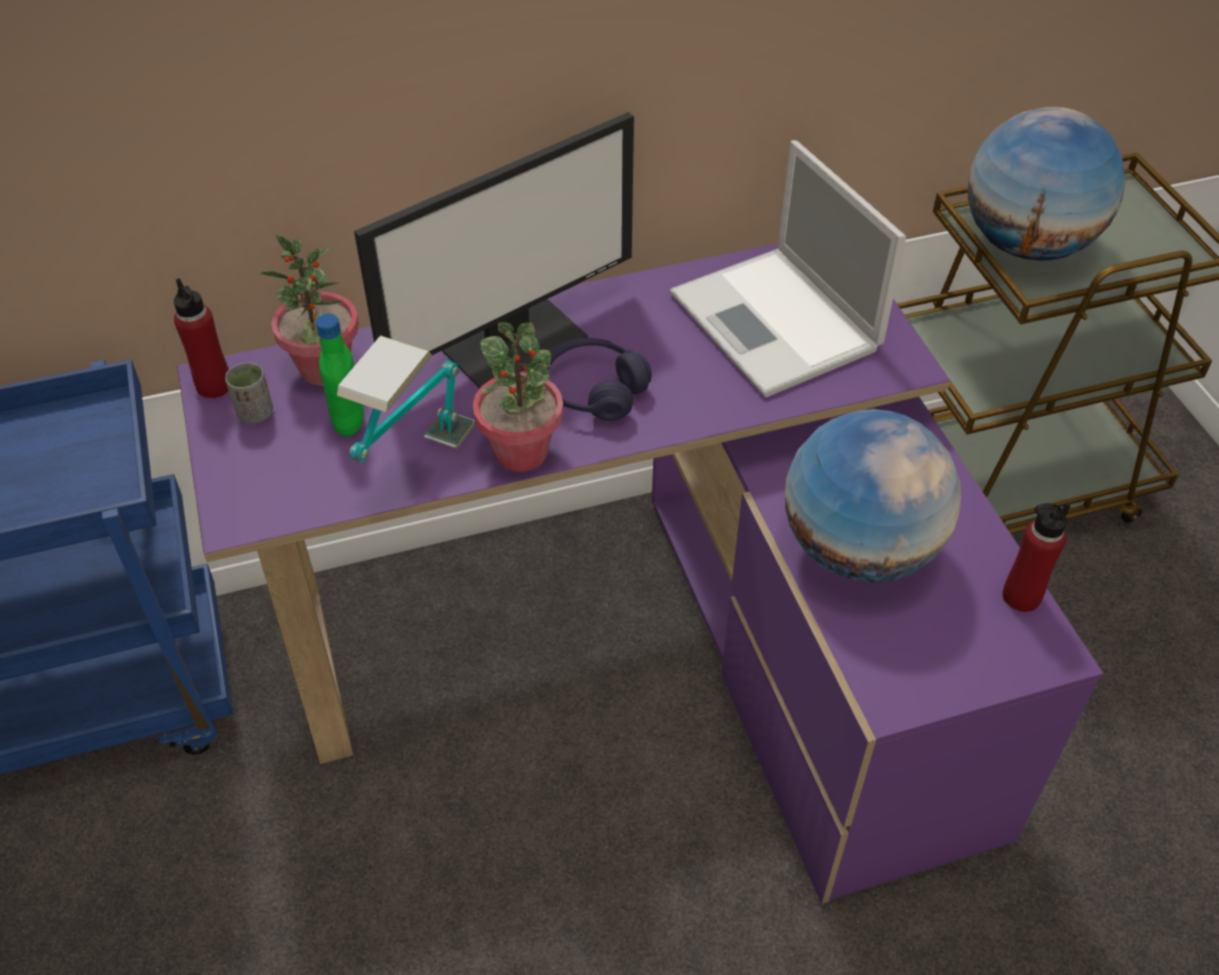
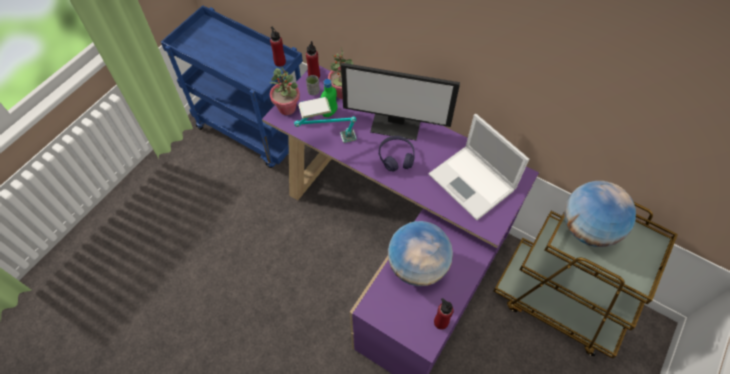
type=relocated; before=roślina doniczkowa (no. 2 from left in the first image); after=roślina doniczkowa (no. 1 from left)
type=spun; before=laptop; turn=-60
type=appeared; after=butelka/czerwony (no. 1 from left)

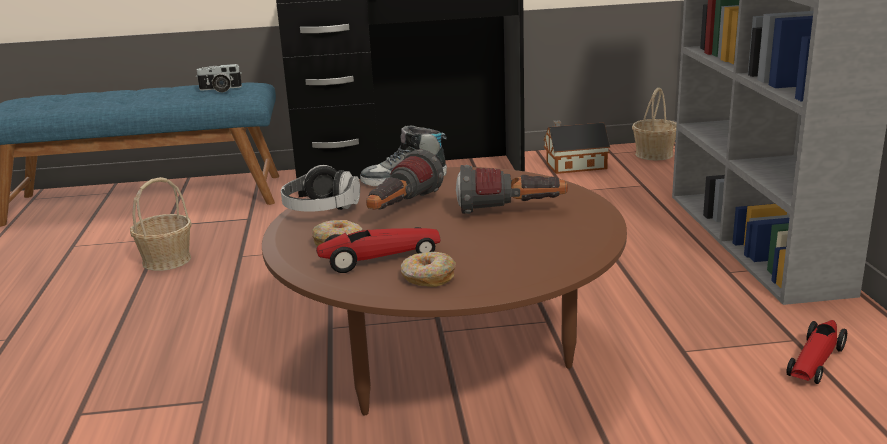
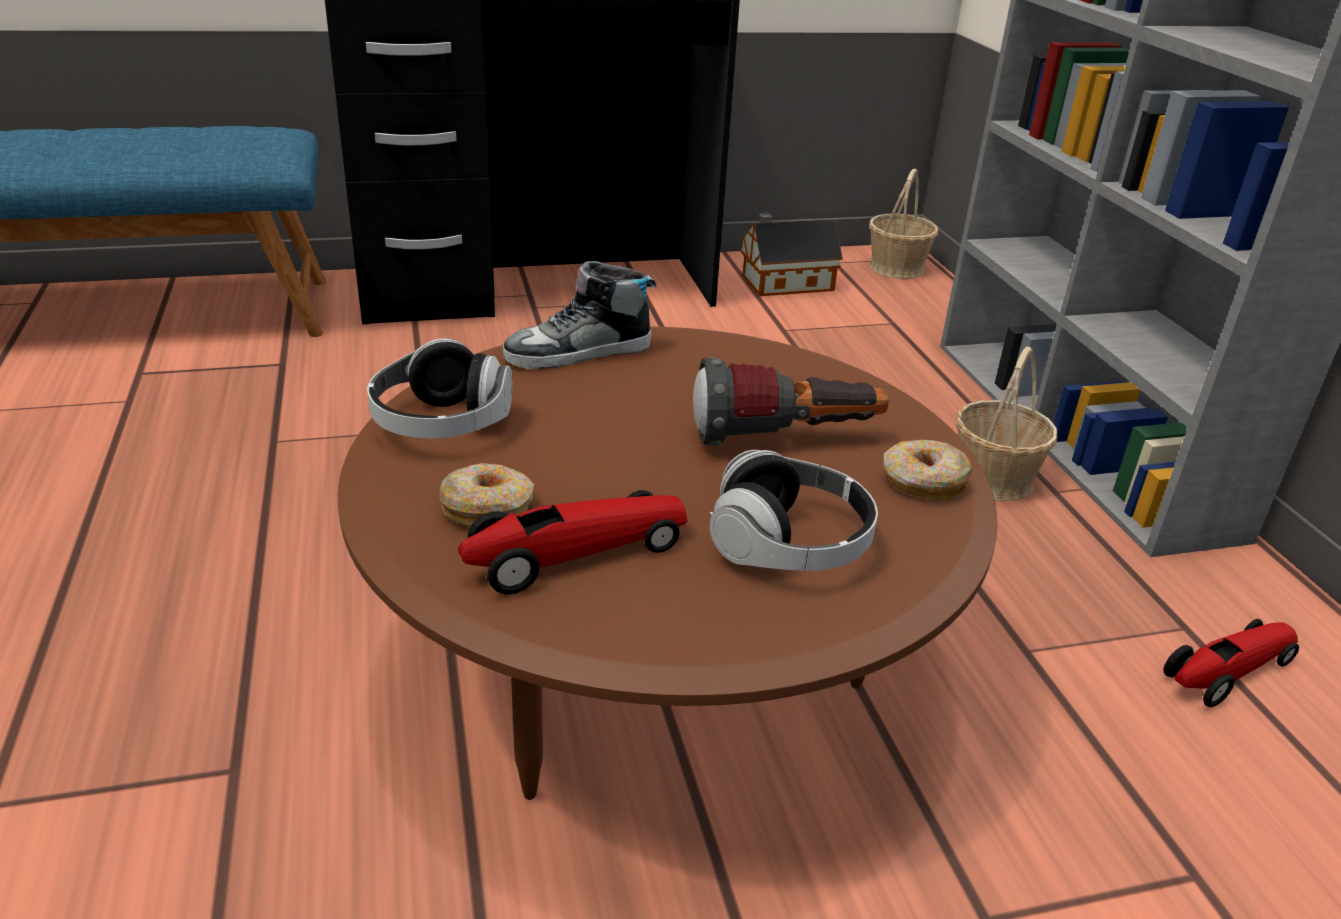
type=relocated; before=koszyk (no. 1 from left in the first image); after=koszyk (no. 2 from left)
type=missing; before=aparat fotograficzny
type=missing; before=latarka (no. 1 from left)
type=relocated; before=donut (no. 2 from left)
type=spun; before=samochodzik (no. 2 from left); turn=-150
type=appeared; after=słuchawki (no. 2 from left)

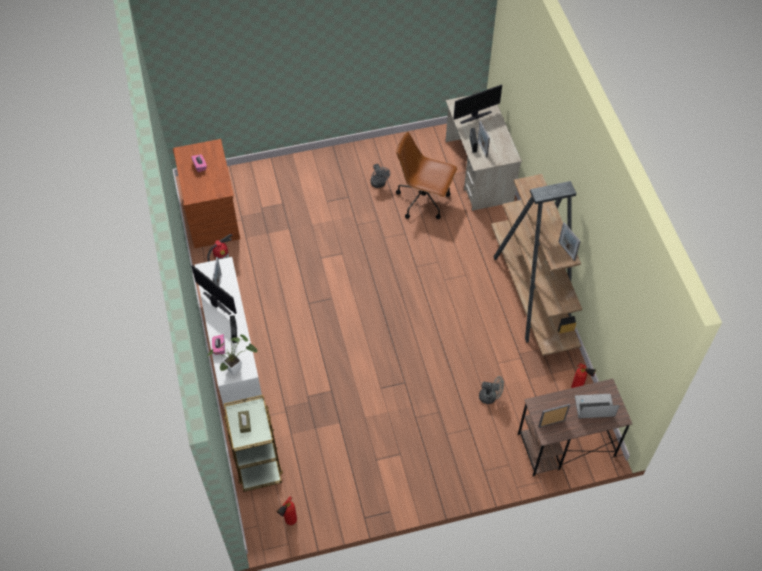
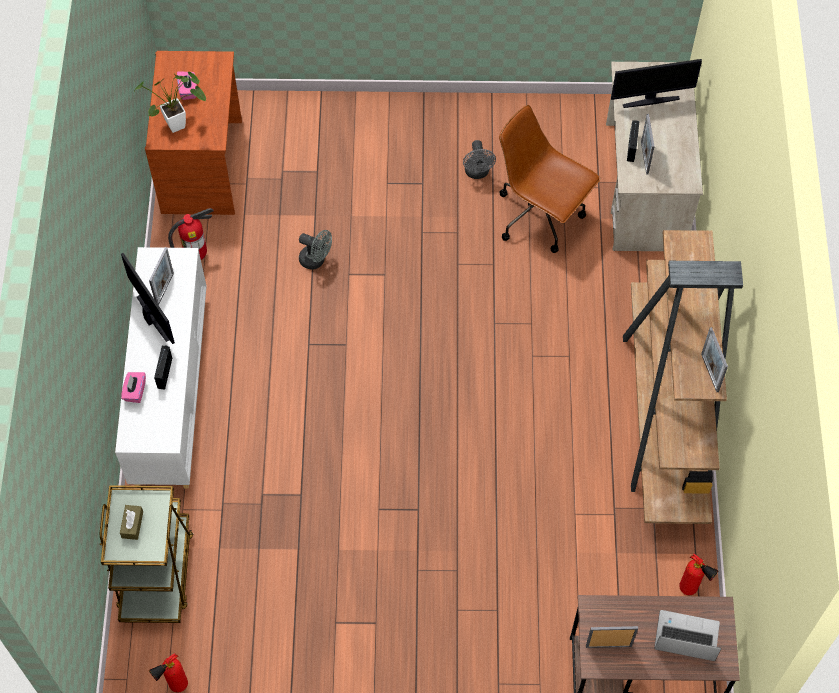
type=relocated; before=roślina doniczkowa
type=relocated; before=wentylator/szary (no. 2 from left in the first image); after=wentylator/szary (no. 1 from left)

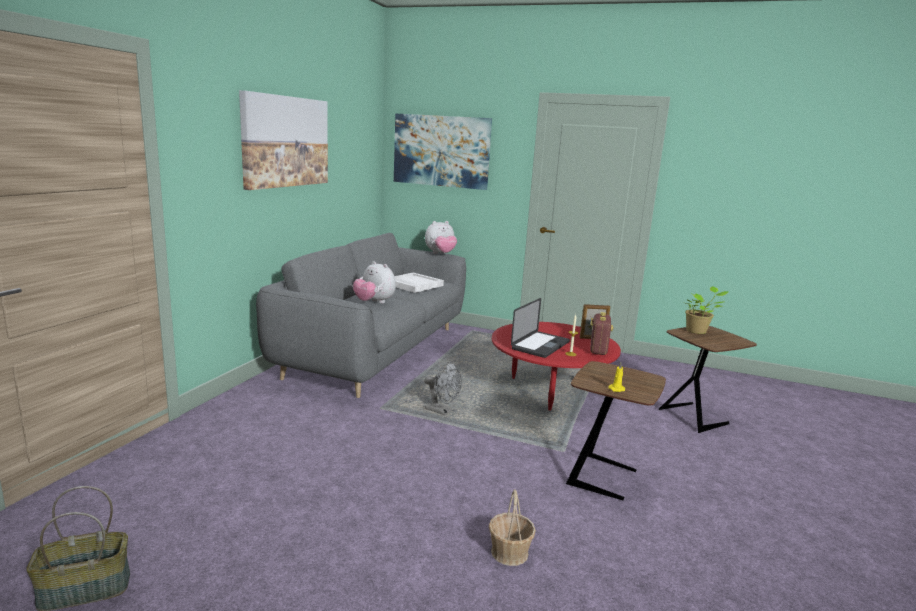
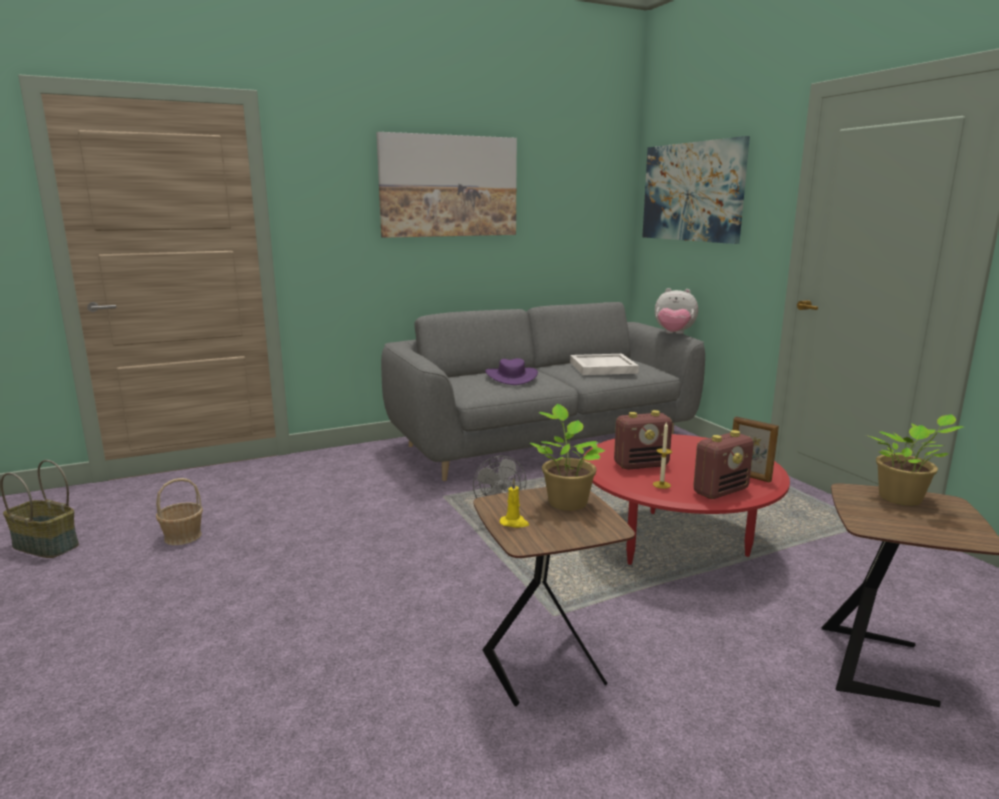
type=exchanged; before=pluszak (no. 1 from left); after=kapelusz/fioletowy
type=relocated; before=koszyk (no. 2 from left)
type=exchanged; before=laptop; after=radio (no. 1 from left)
type=appeared; after=roślina doniczkowa (no. 1 from left)

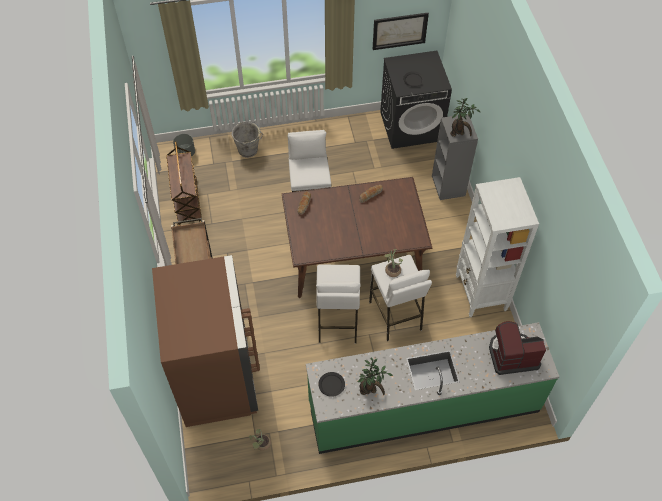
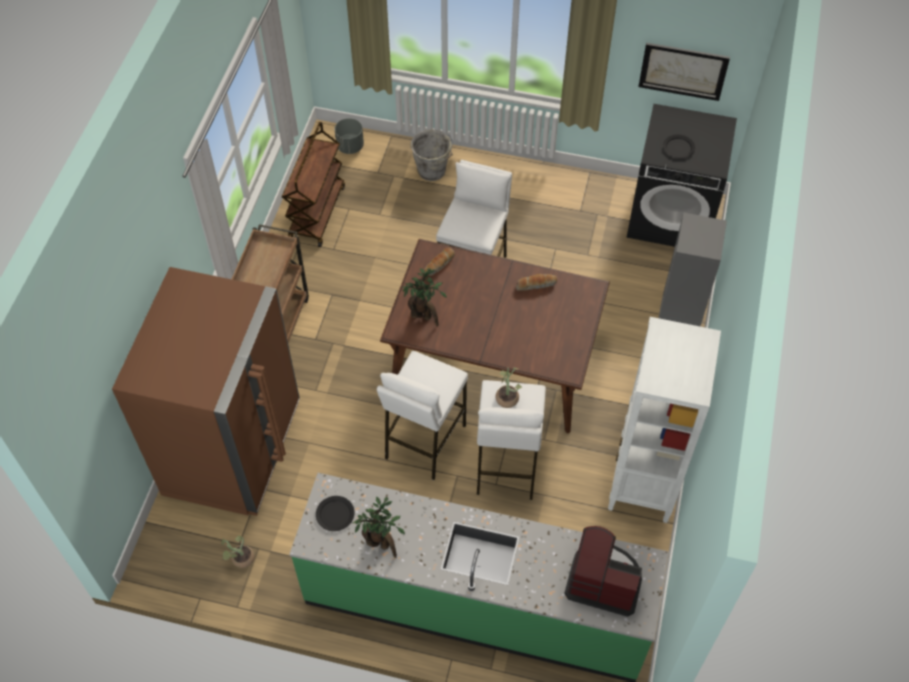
type=relocated; before=roślina doniczkowa (no. 4 from left in the first image); after=roślina doniczkowa (no. 3 from left)

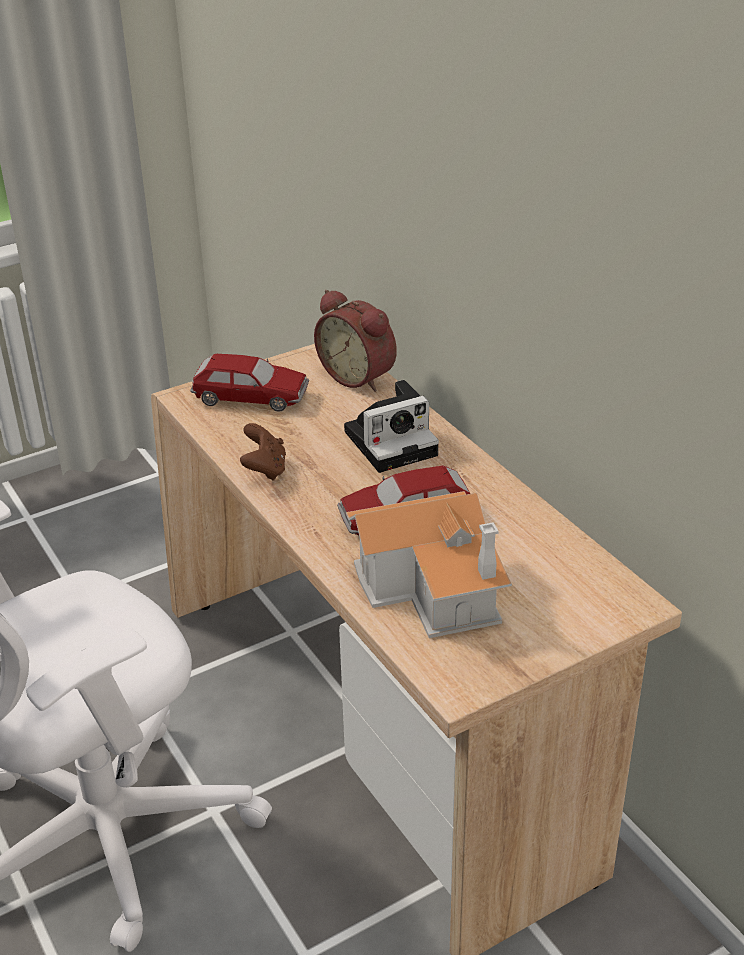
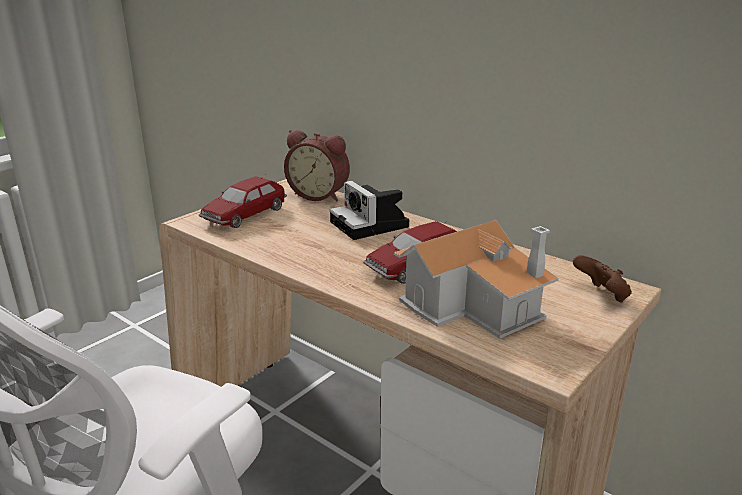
type=spun; before=samochodzik (no. 1 from left); turn=135
type=relocated; before=pad do gier/brązowy
type=spun; before=aparat fotograficzny; turn=105

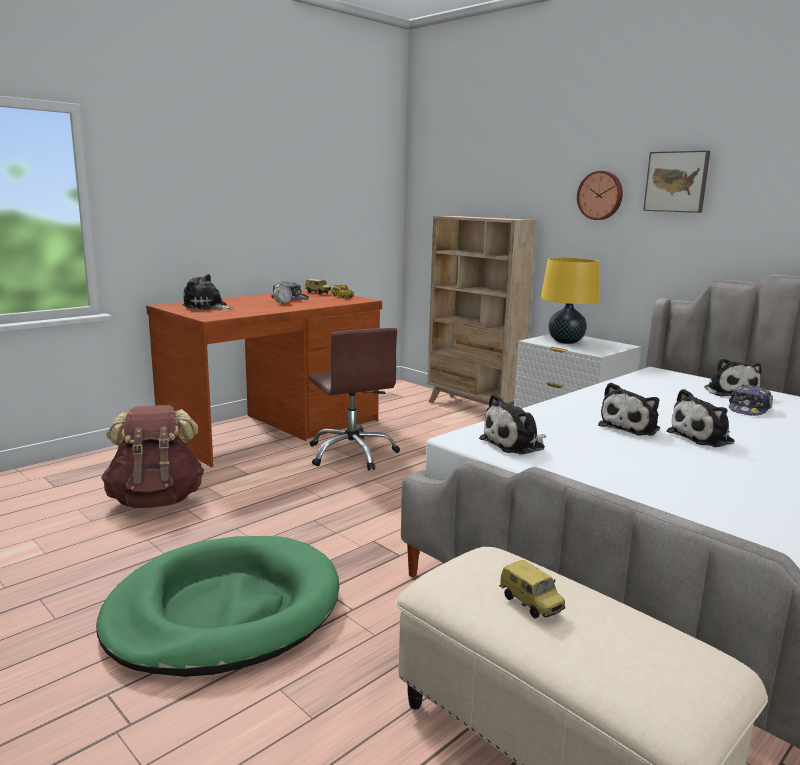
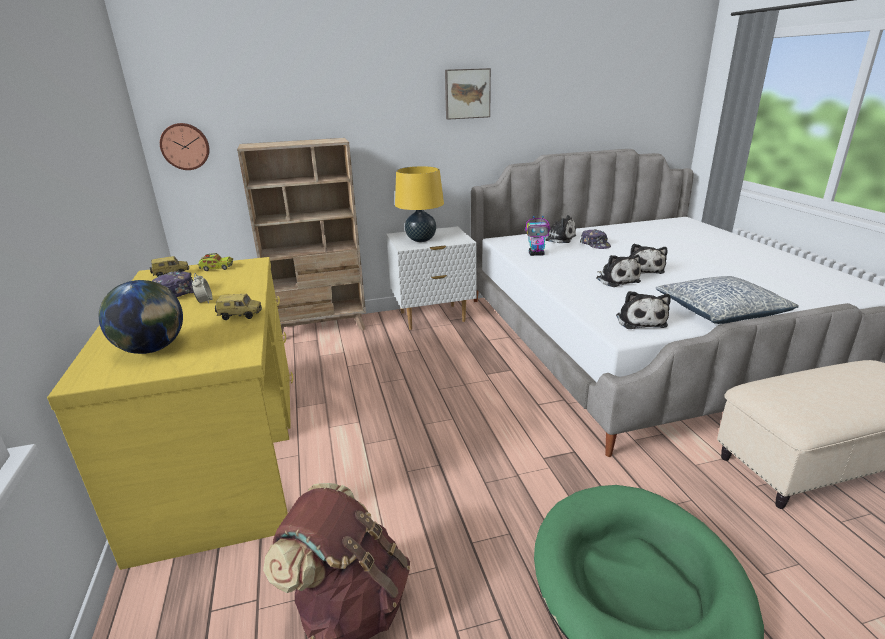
type=colour; before=biurko/brązowy; after=biurko/żółty
type=exchanged; before=pluszak (no. 1 from left); after=globus
type=missing; before=krzesło biurowe/brązowy
type=relocated; before=samochodzik (no. 2 from left)
type=relocated; before=zegar ścienny
type=appeared; after=robot zabawkowy
type=appeared; after=poduszka

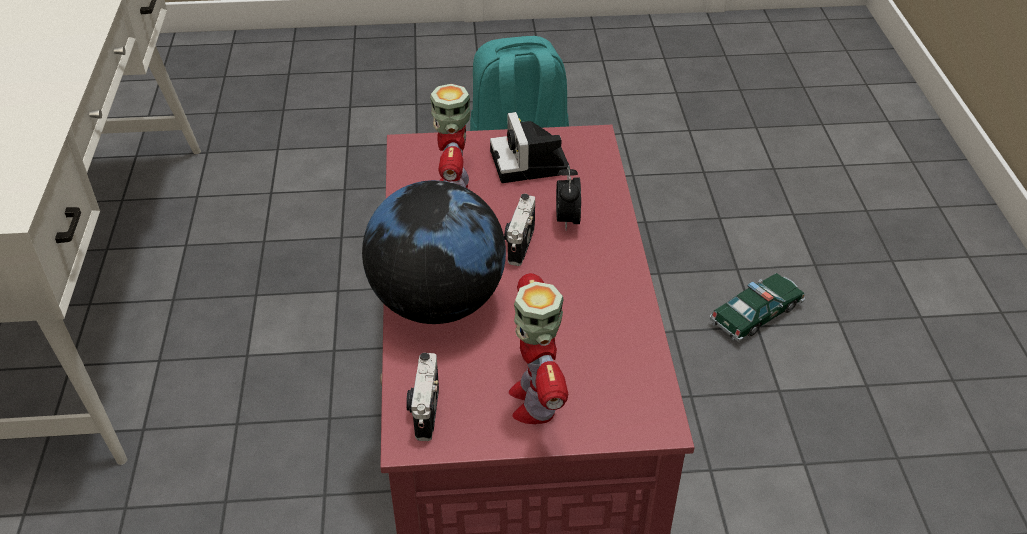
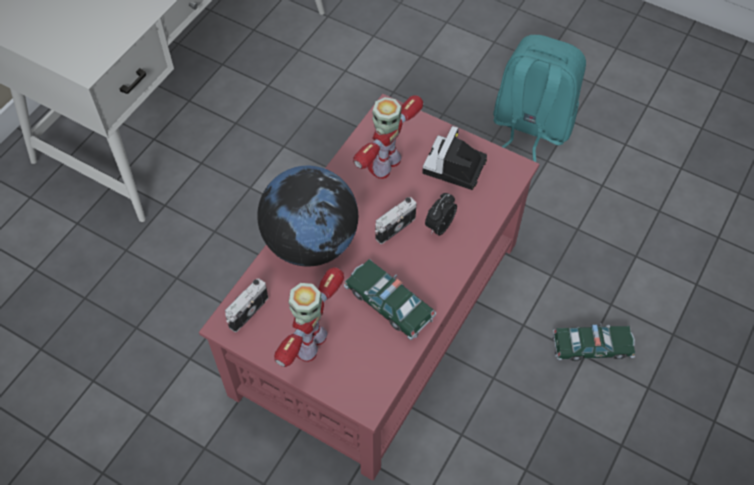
type=appeared; after=samochodzik (no. 1 from left)

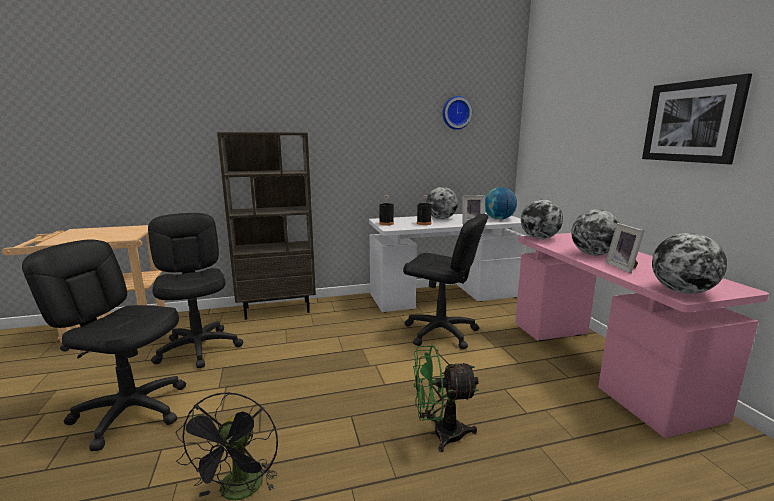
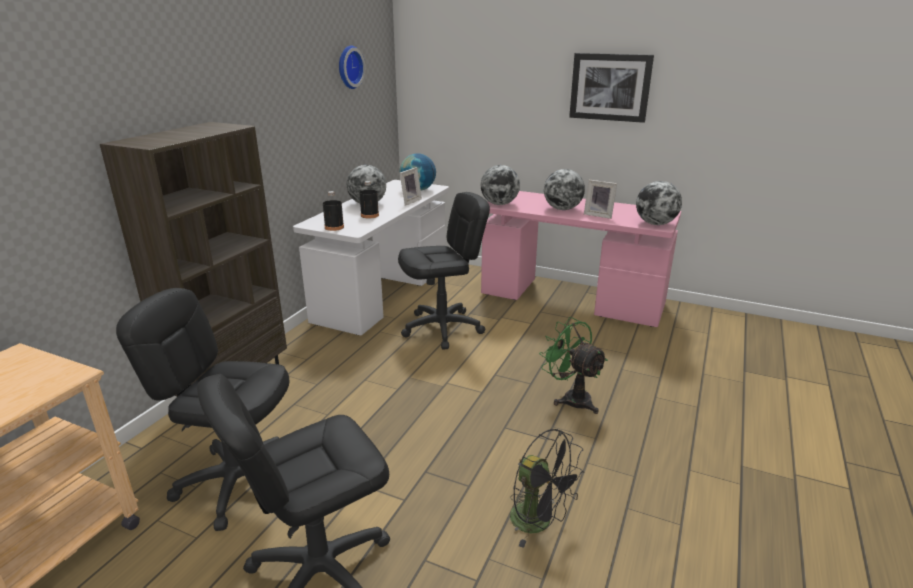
type=spun; before=wentylator/zielony; turn=105

